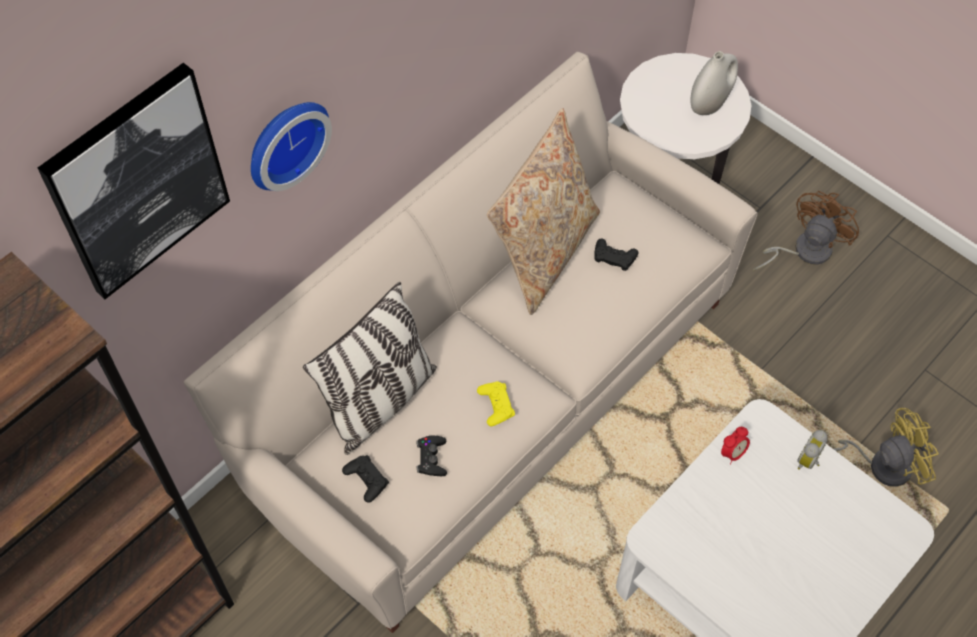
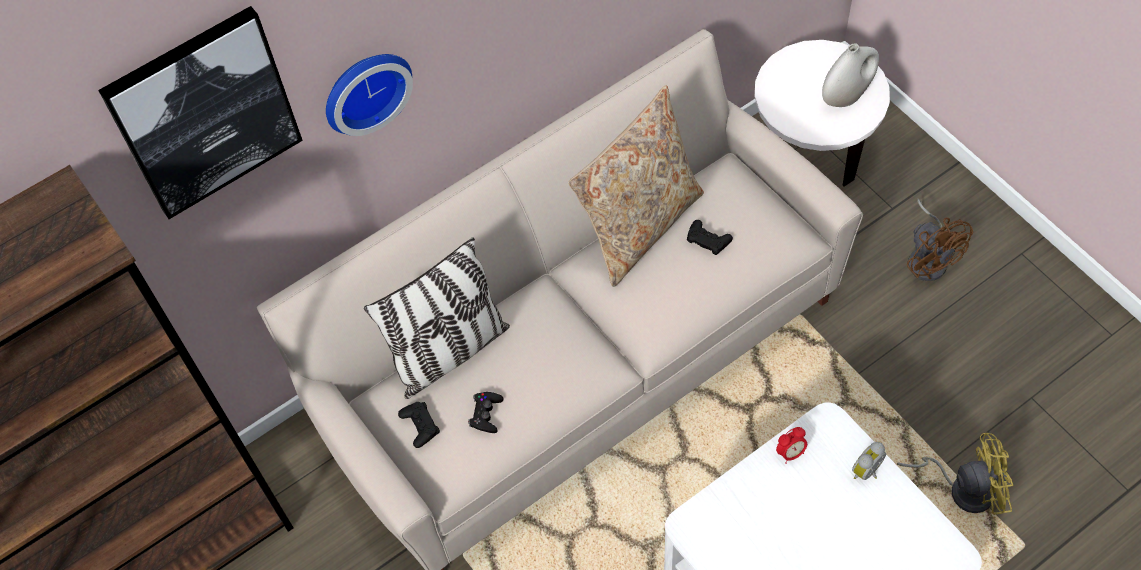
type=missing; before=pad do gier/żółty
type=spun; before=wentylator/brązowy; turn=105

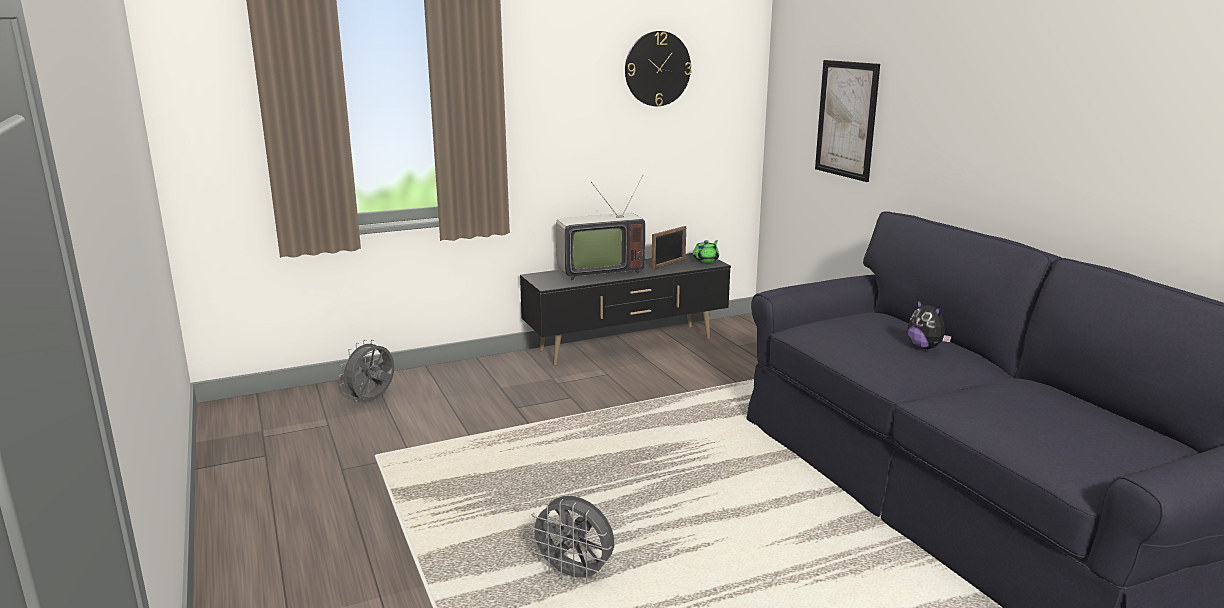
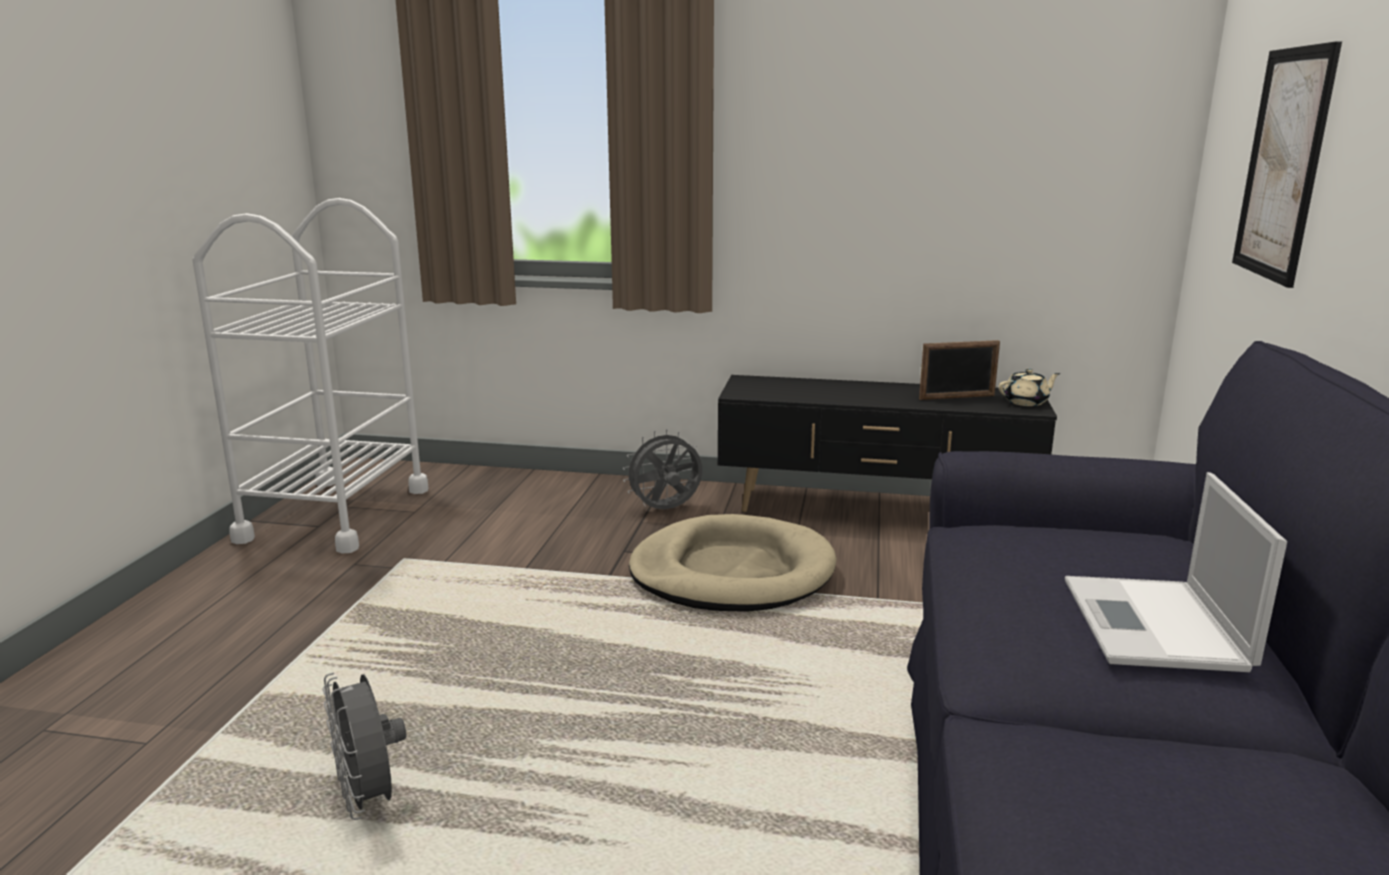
type=relocated; before=wentylator/szary (no. 1 from left in the first image); after=wentylator/szary (no. 2 from left)
type=missing; before=telewizor
type=missing; before=zegar ścienny
type=colour; before=imbryk/zielony; after=imbryk/beżowy
type=exchanged; before=pluszak; after=laptop
type=appeared; after=wózek/biały
type=appeared; after=legowisko/beżowy

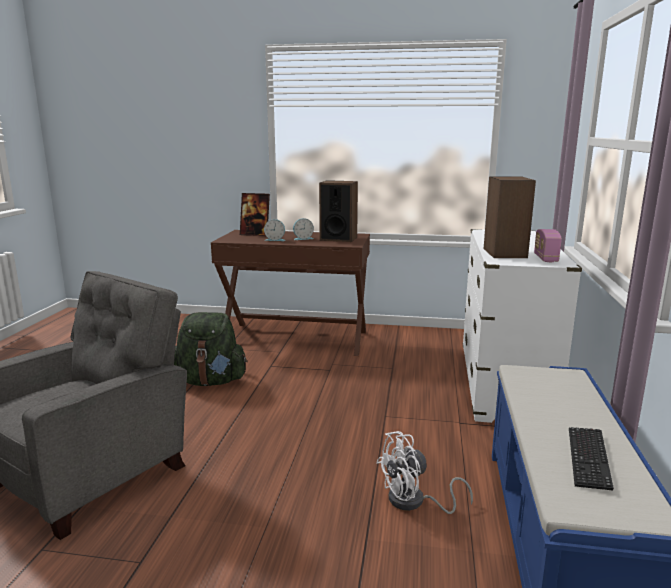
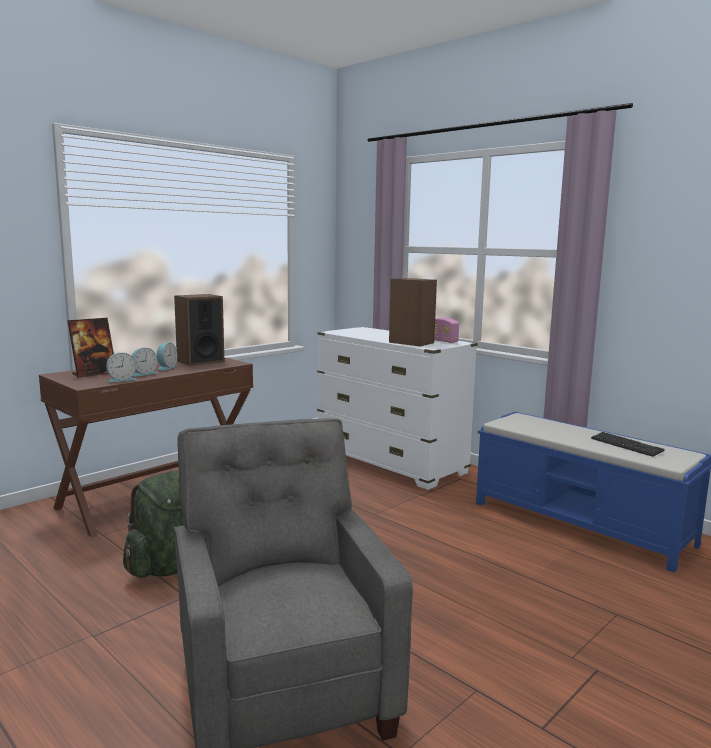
type=missing; before=wentylator/biały
type=appeared; after=budzik (no. 1 from left)

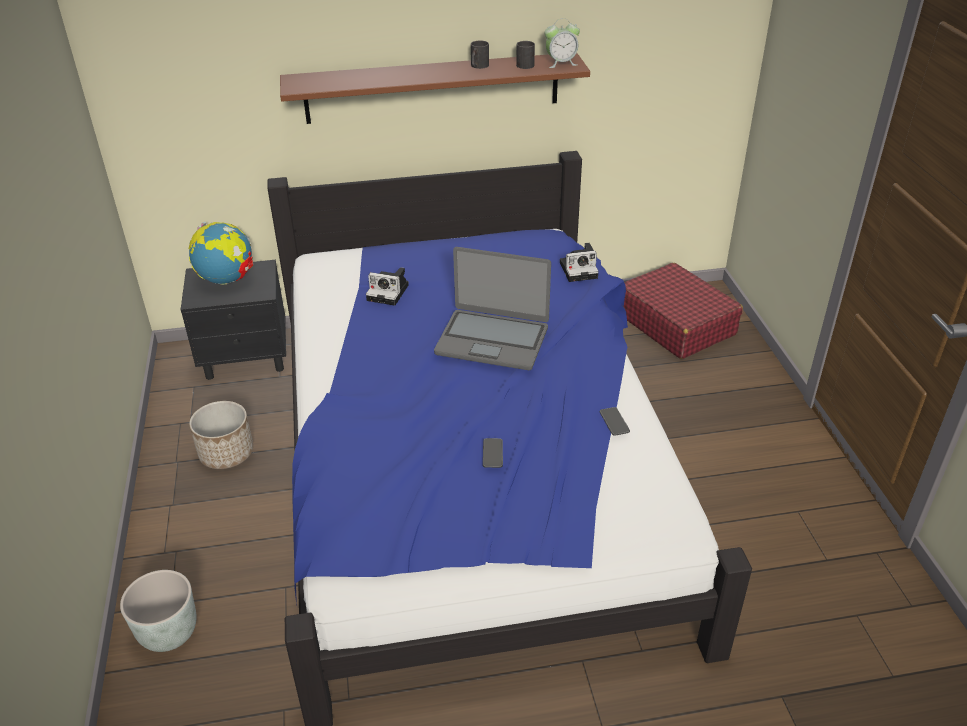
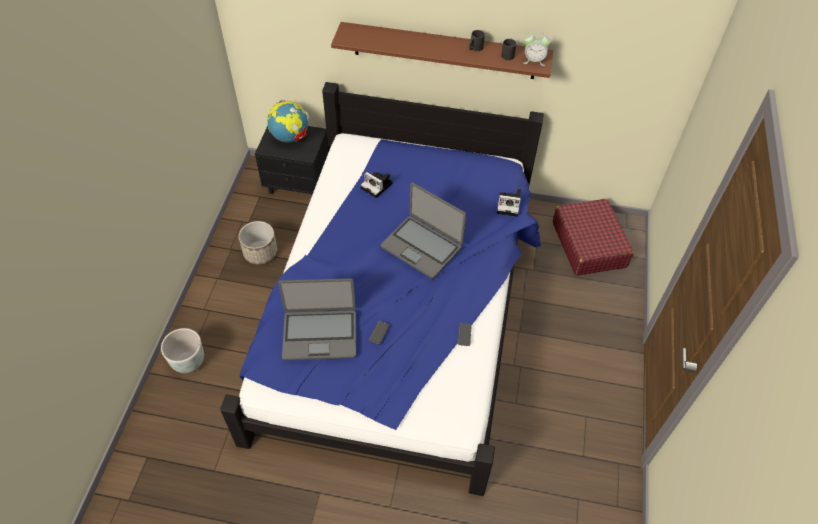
type=appeared; after=laptop (no. 1 from left)

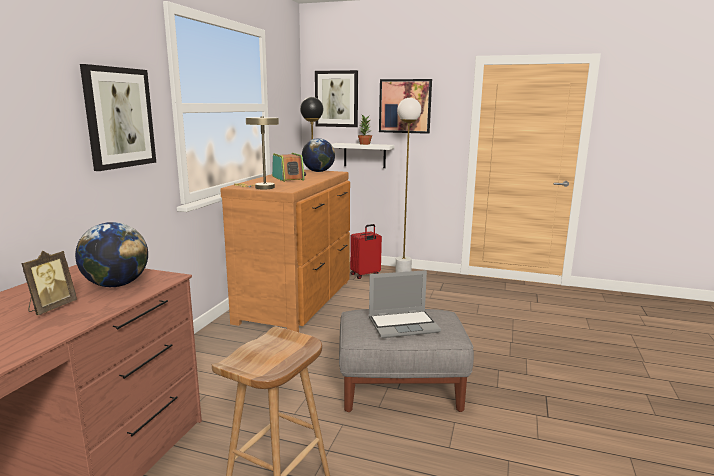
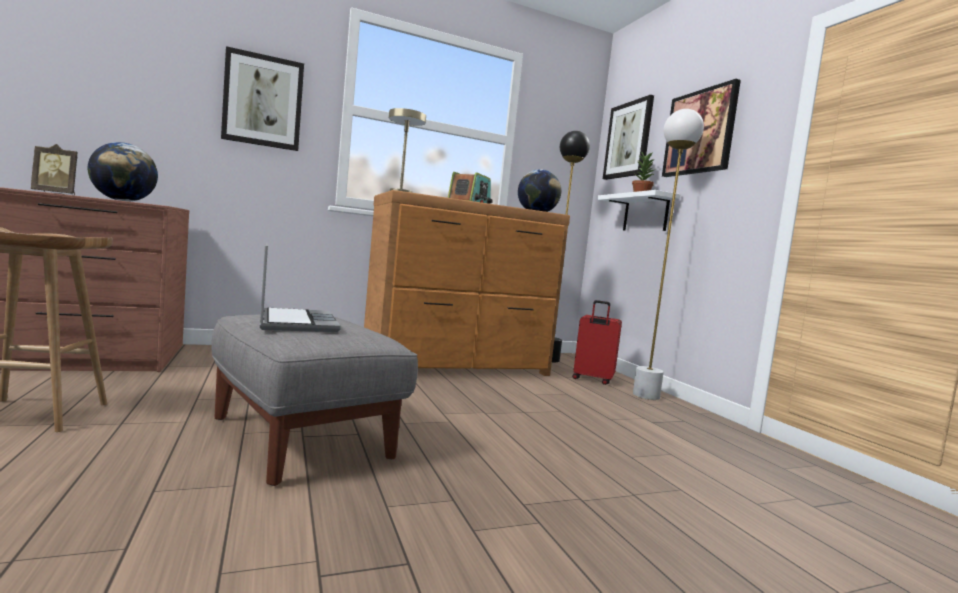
type=spun; before=laptop; turn=-150

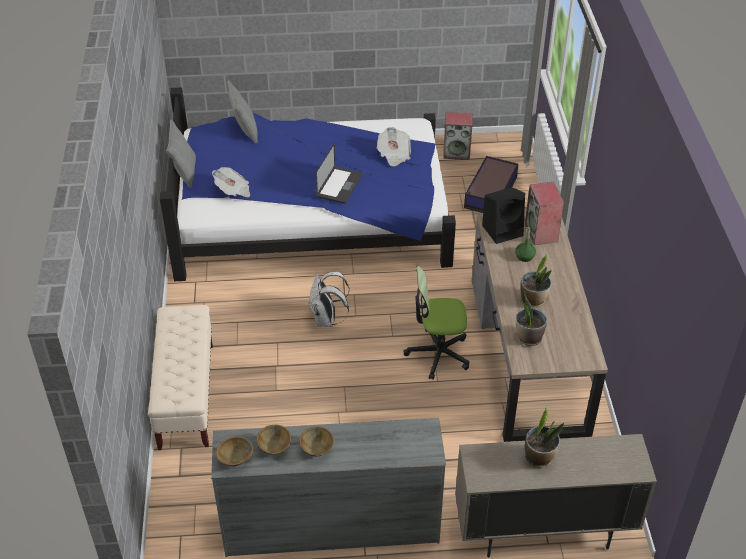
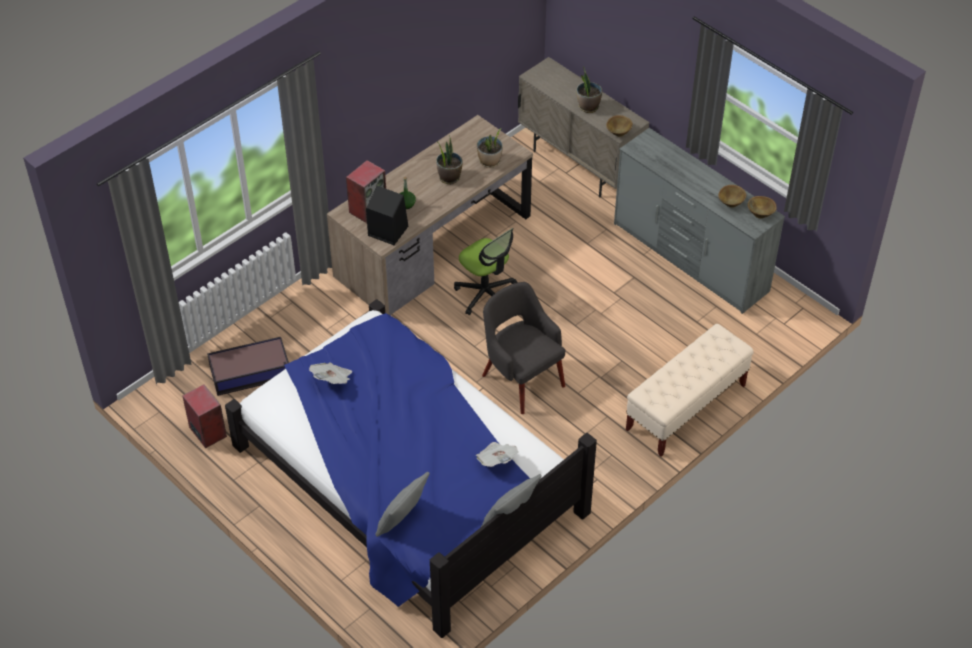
type=relocated; before=miska/brązowy (no. 3 from left in the first image); after=miska/brązowy (no. 1 from left)
type=exchanged; before=plecak/biały; after=fotel/szary
type=missing; before=laptop

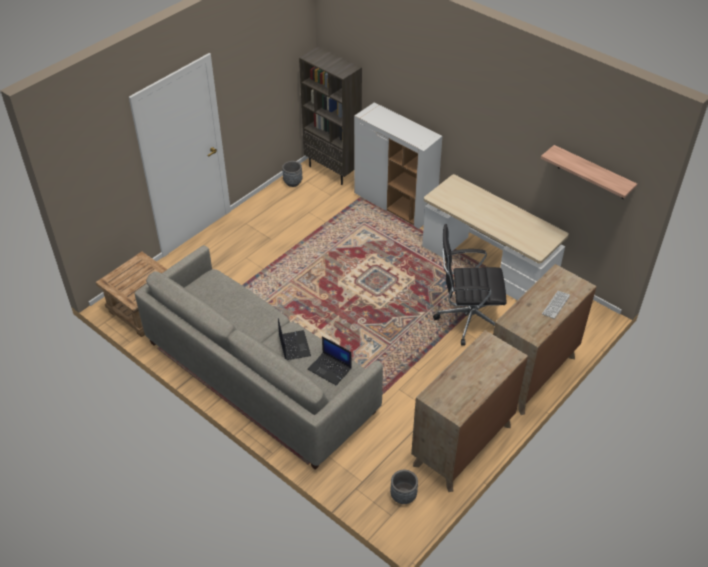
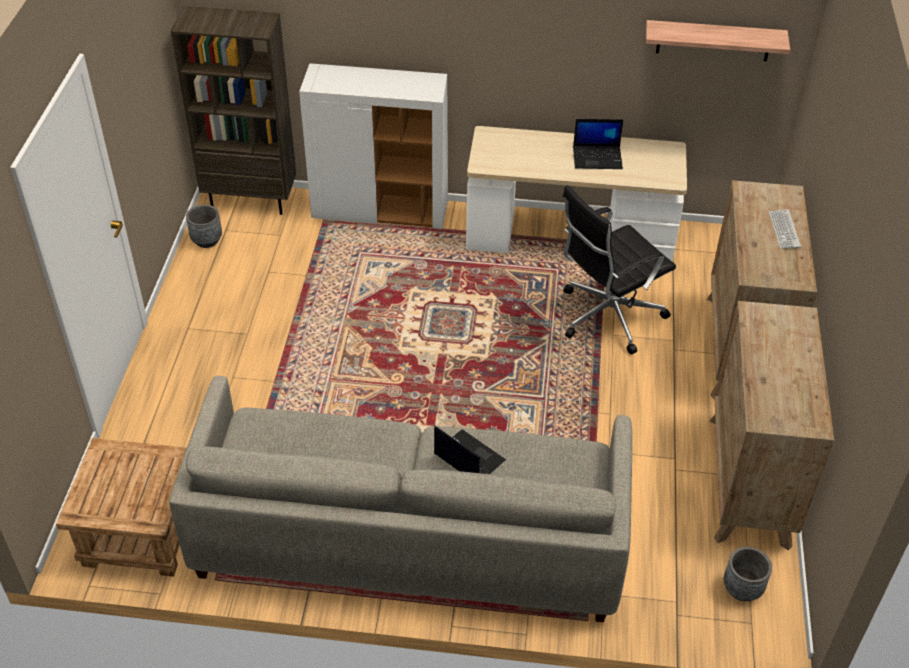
type=relocated; before=laptop (no. 2 from left)

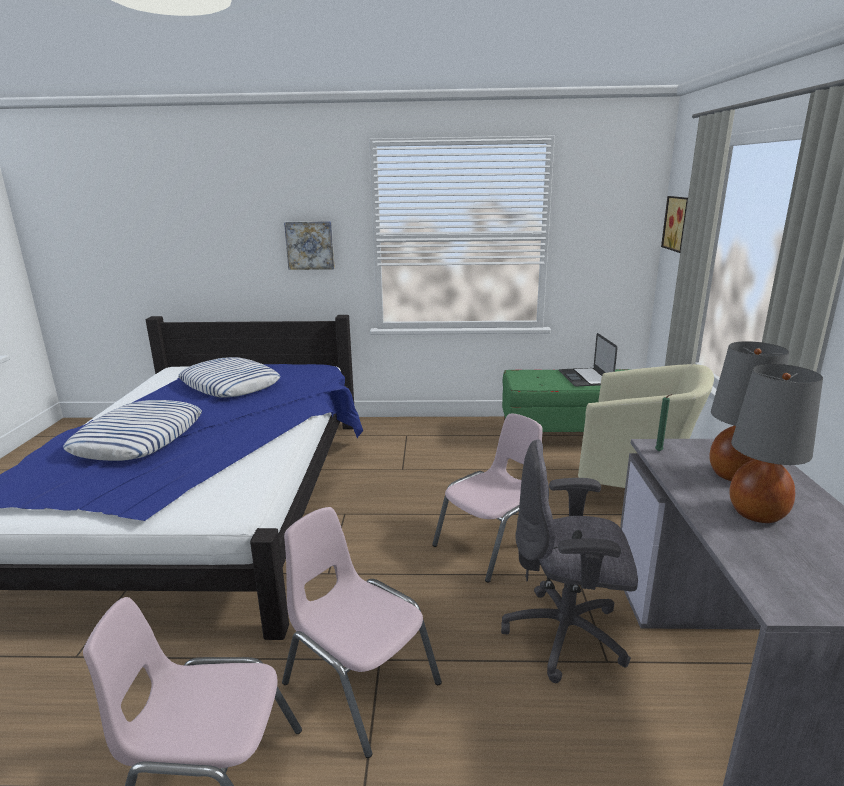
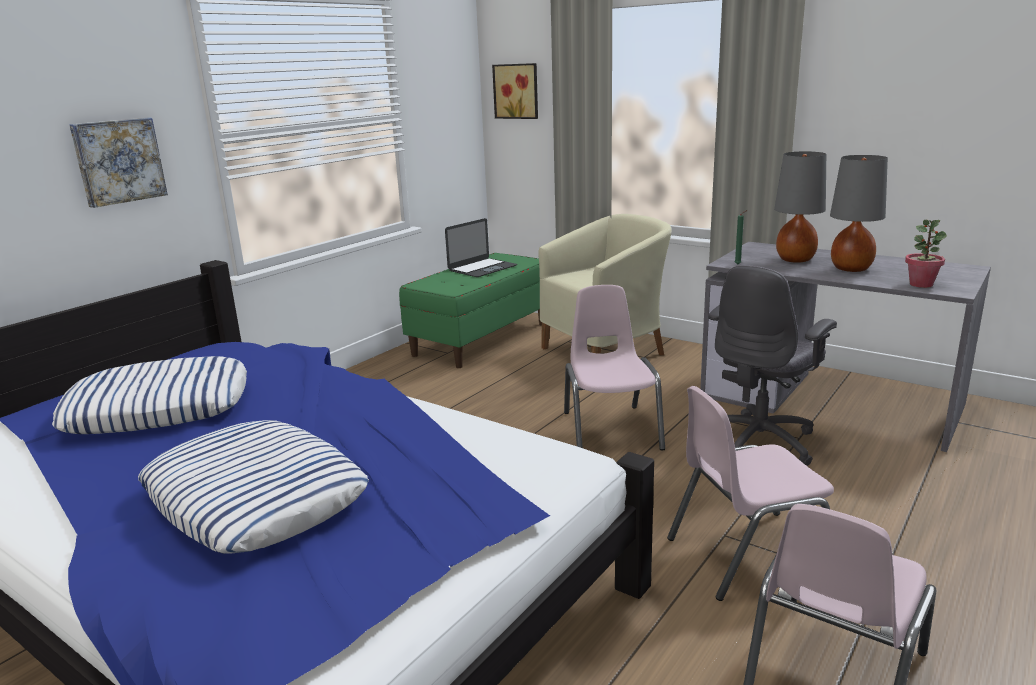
type=spun; before=laptop; turn=-75
type=appeared; after=roślina doniczkowa

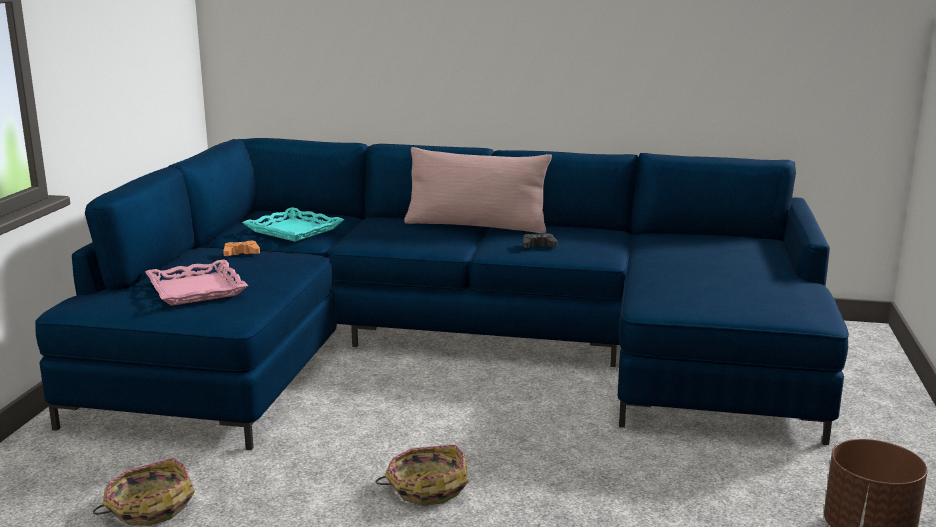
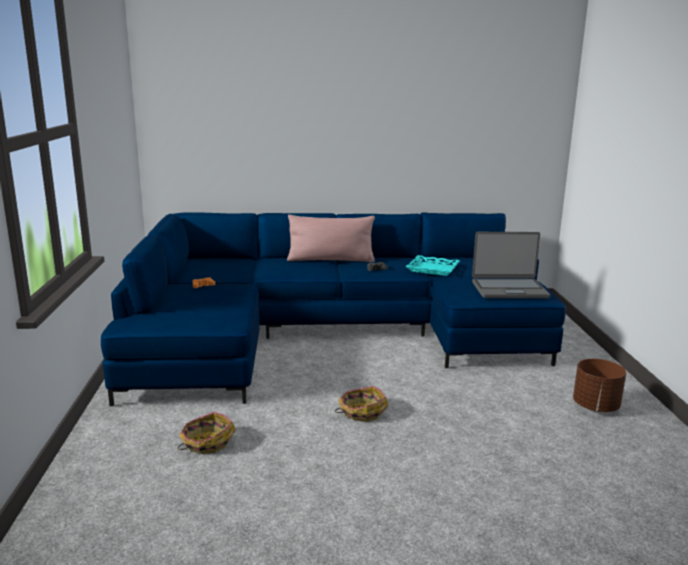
type=missing; before=taca/różowy
type=relocated; before=taca/turkusowy
type=appeared; after=laptop

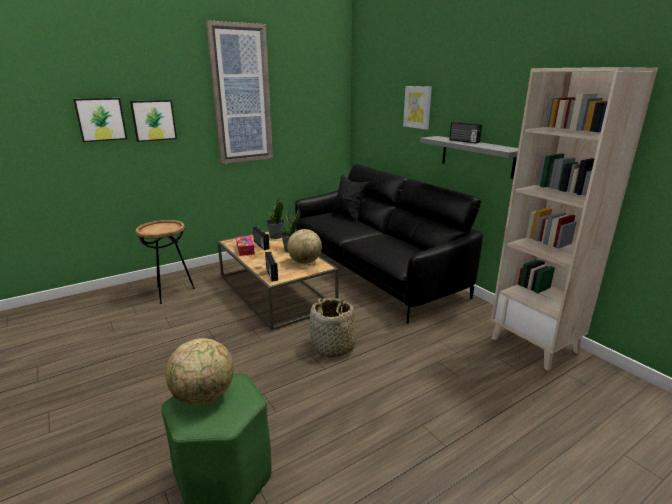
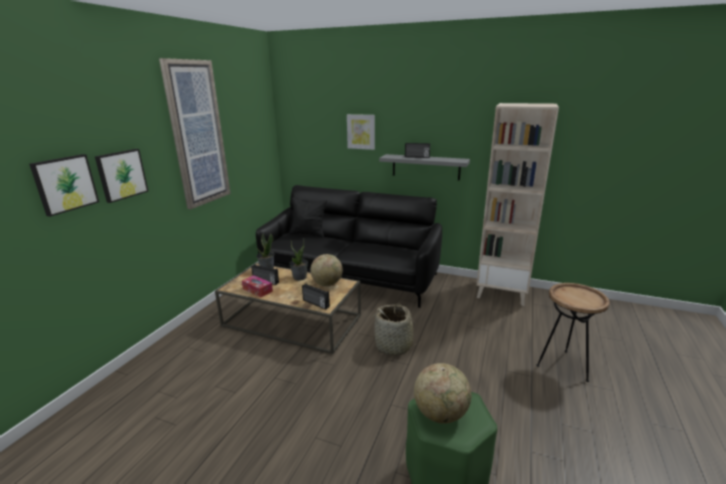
type=relocated; before=stolik/brązowy

